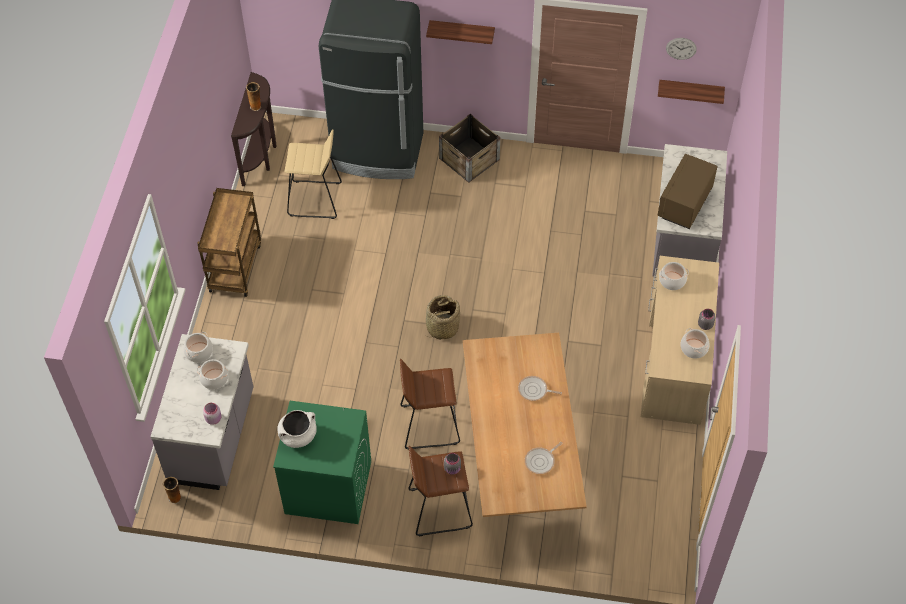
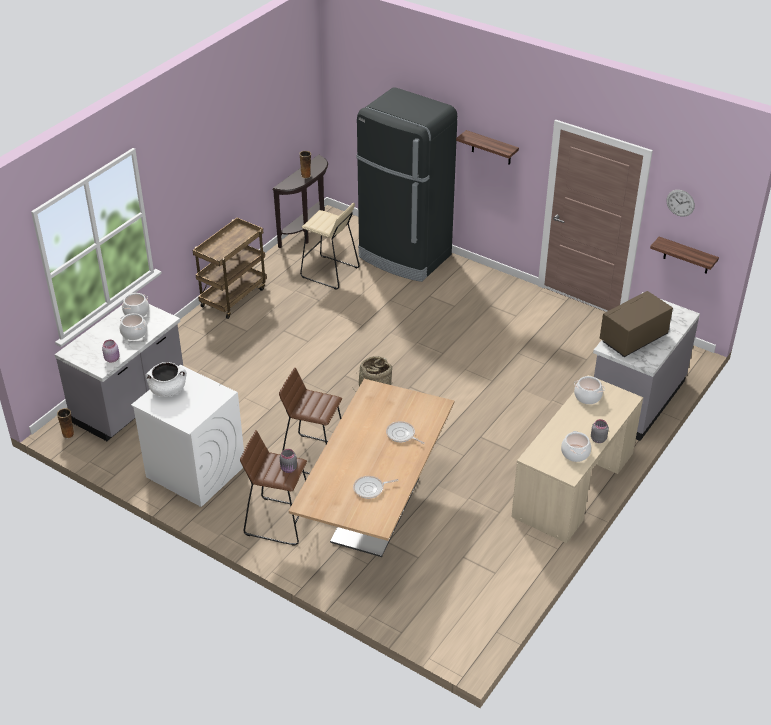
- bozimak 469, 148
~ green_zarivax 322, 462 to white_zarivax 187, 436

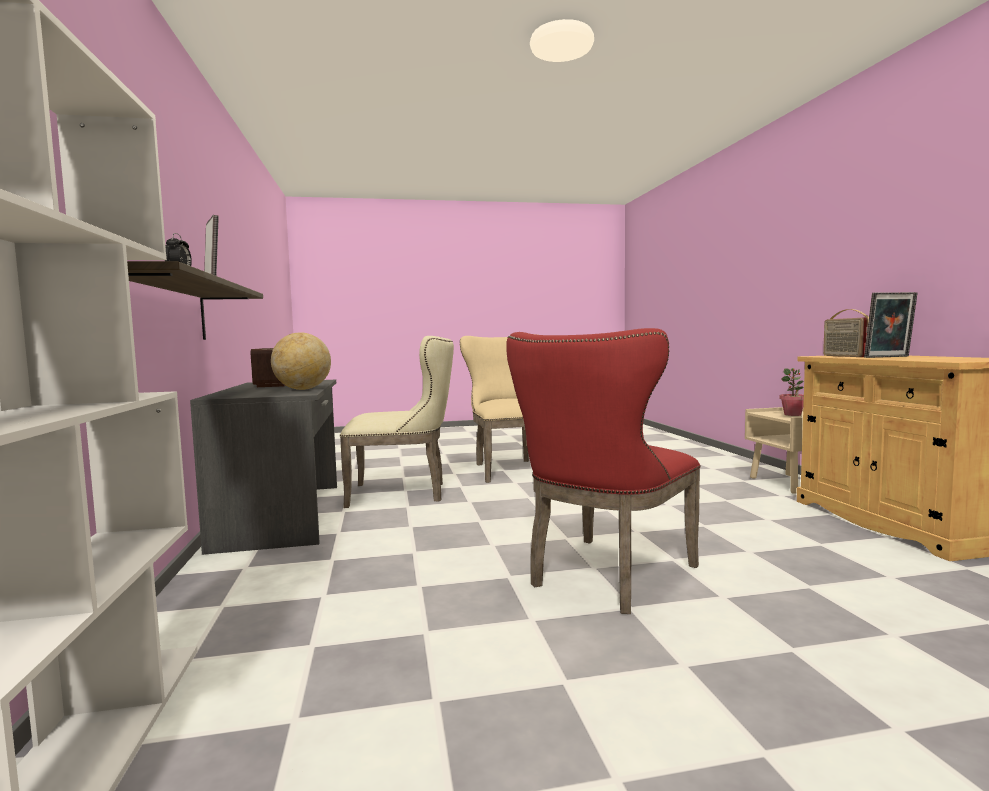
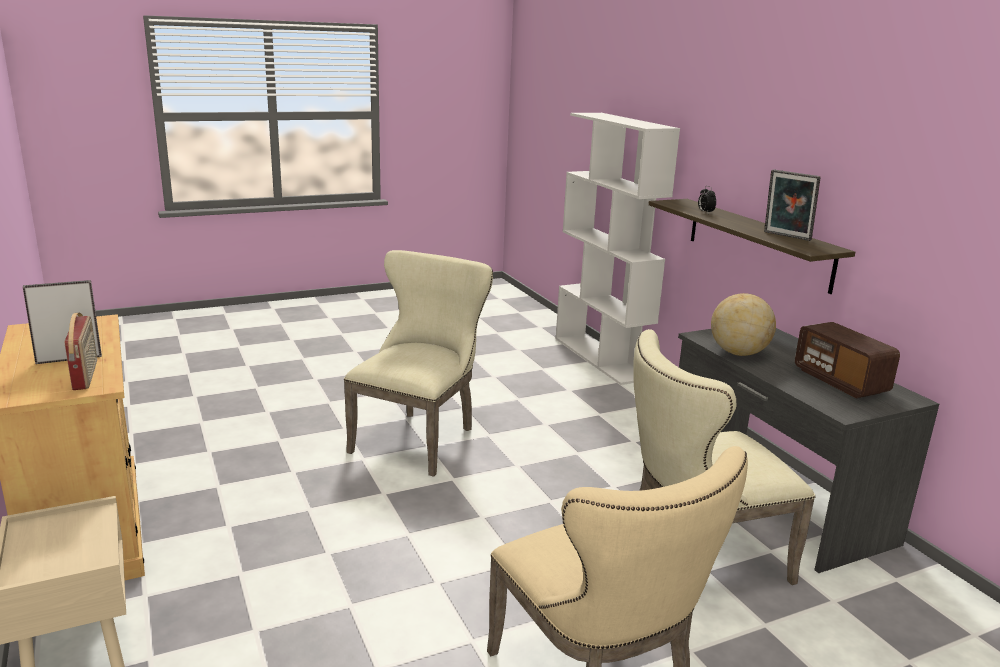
- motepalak 791, 392
~ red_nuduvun 603, 471 to beige_nuduvun 418, 363

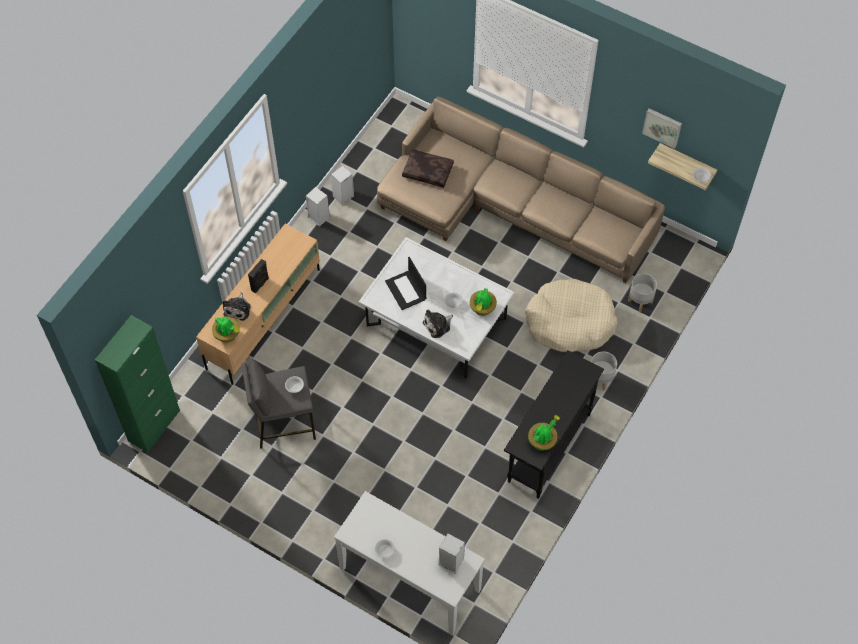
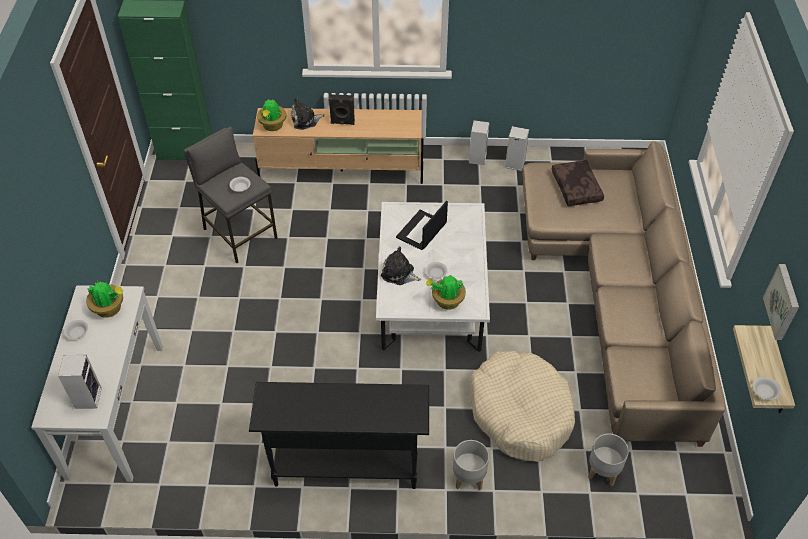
~ motepalak 544, 432 to 104, 299

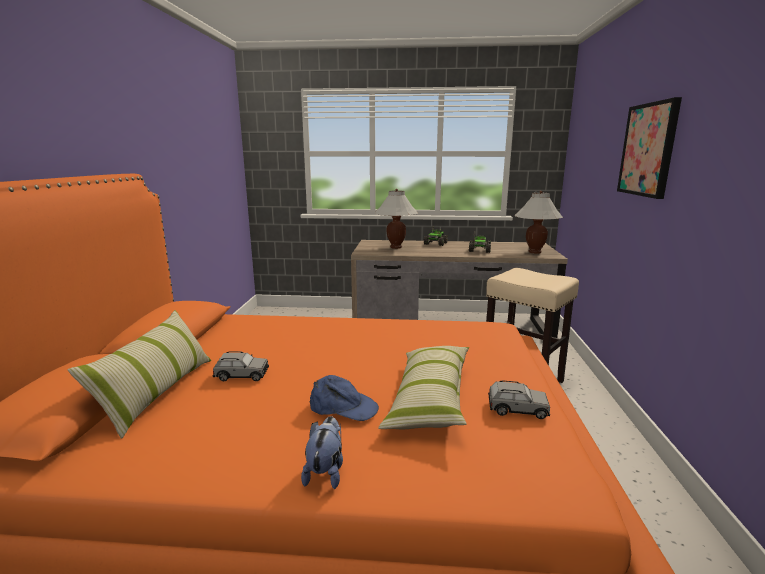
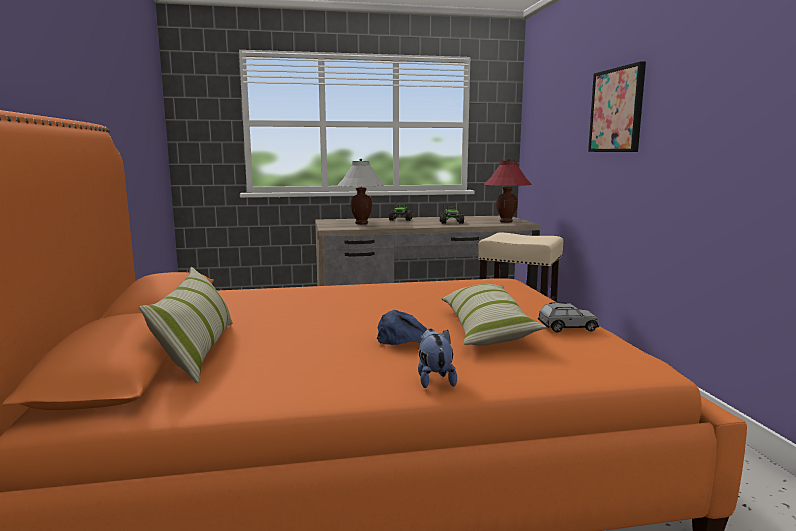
- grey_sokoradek 241, 366
~ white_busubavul 539, 222 to red_busubavul 508, 191

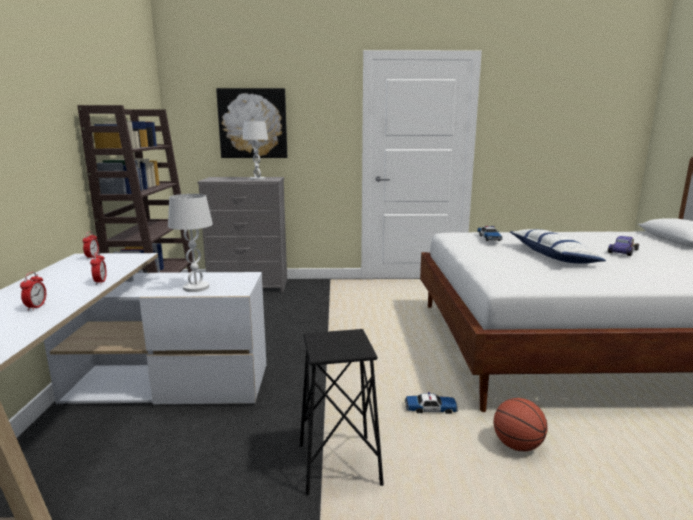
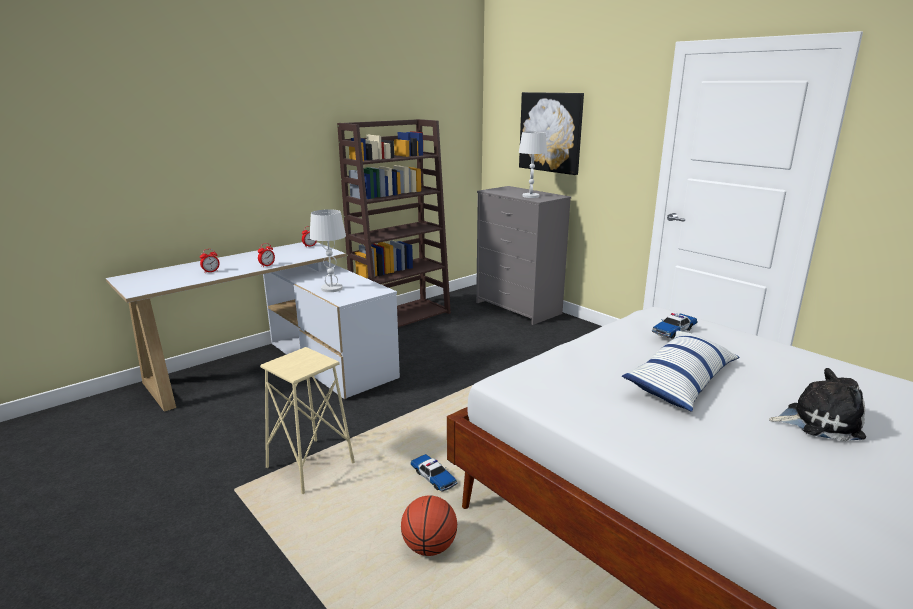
~ sokoradek 623, 246 to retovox 817, 404
~ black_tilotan 342, 412 to beige_tilotan 307, 420

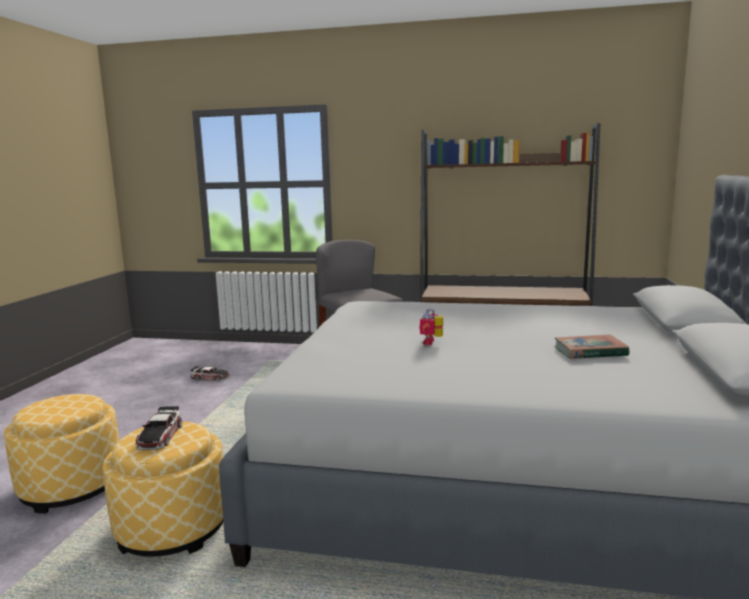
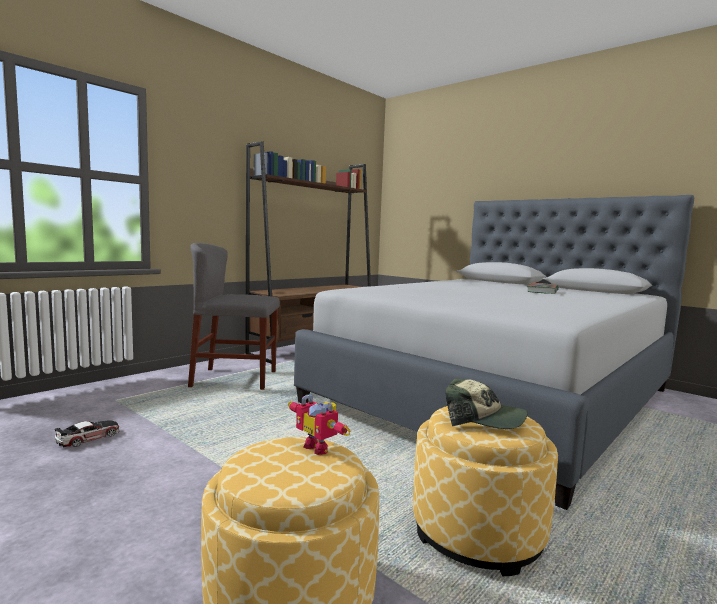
~ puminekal 431, 326 to 319, 424
~ sokoradek 159, 428 to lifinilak 486, 403

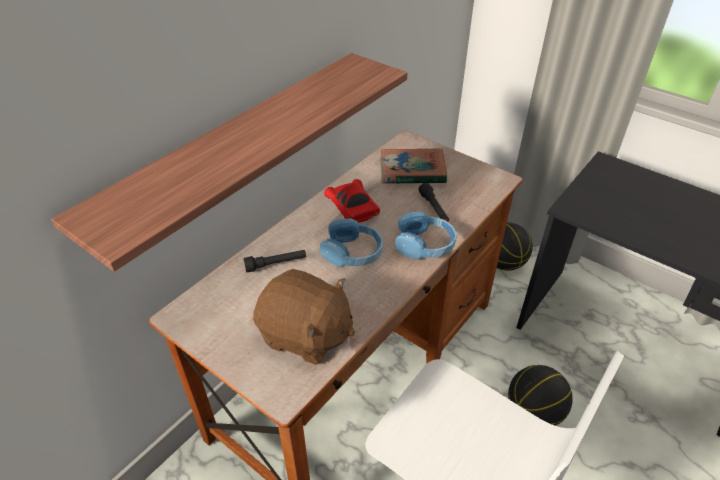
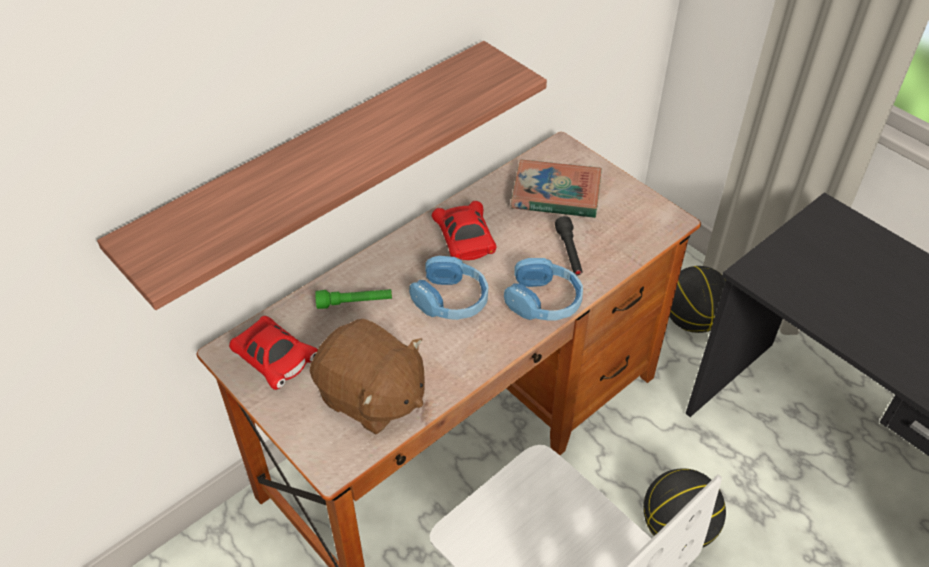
+ red_sokoradek 273, 353
~ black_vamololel 274, 261 to green_vamololel 353, 299

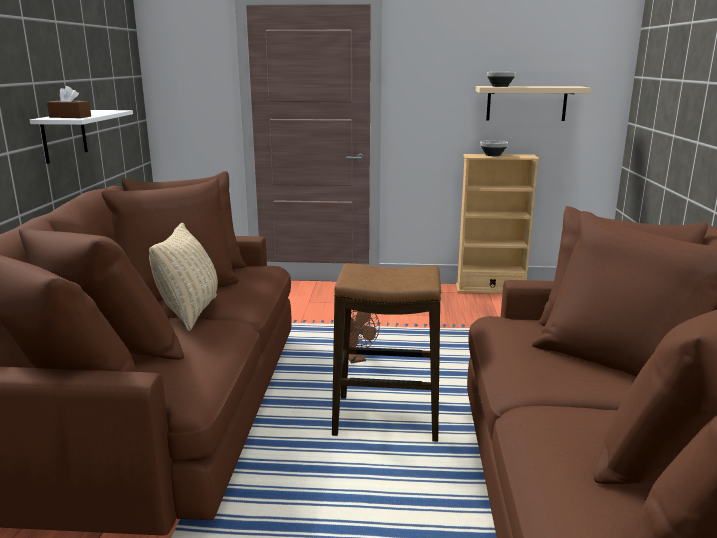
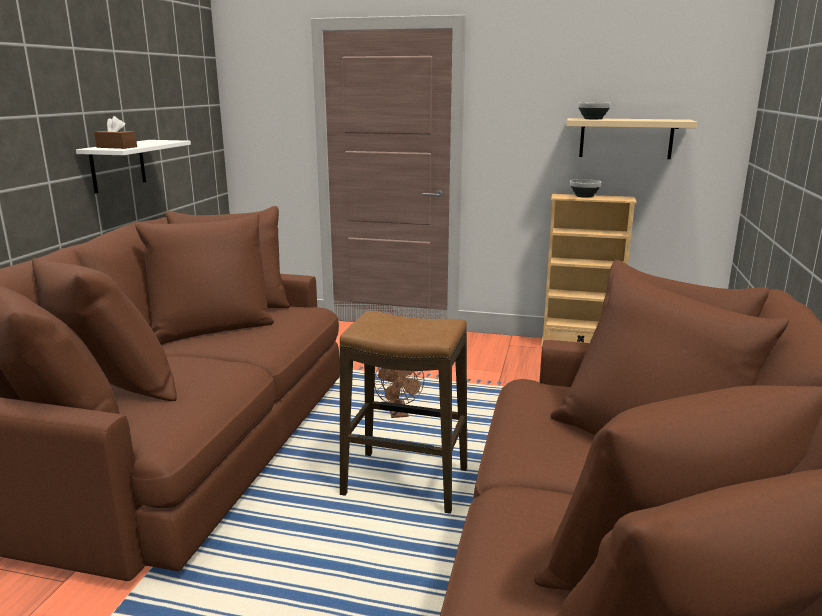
- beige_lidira 183, 277

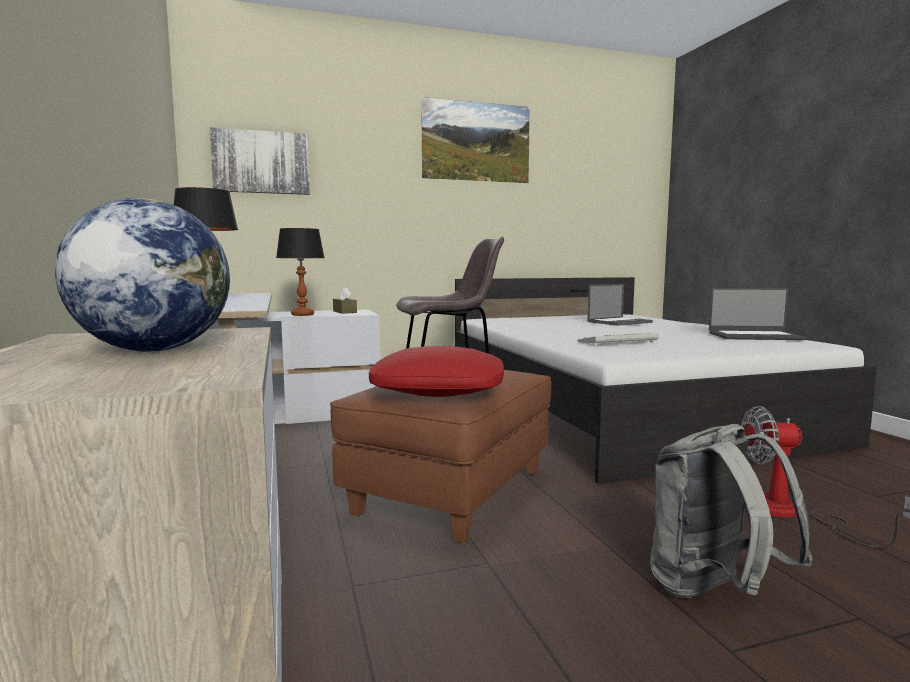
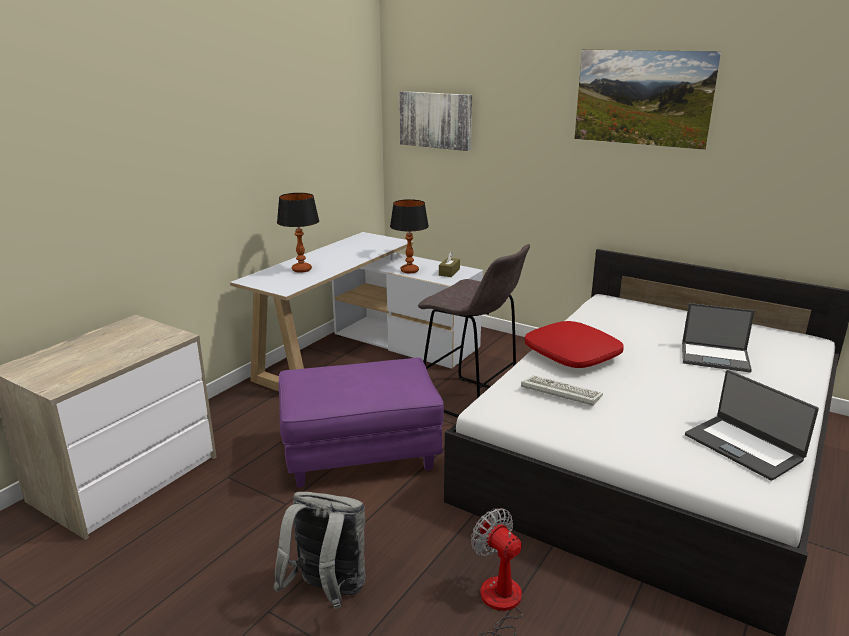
- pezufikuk 142, 275
~ red_lidira 436, 371 to 574, 344
~ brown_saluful 440, 456 to purple_saluful 361, 423

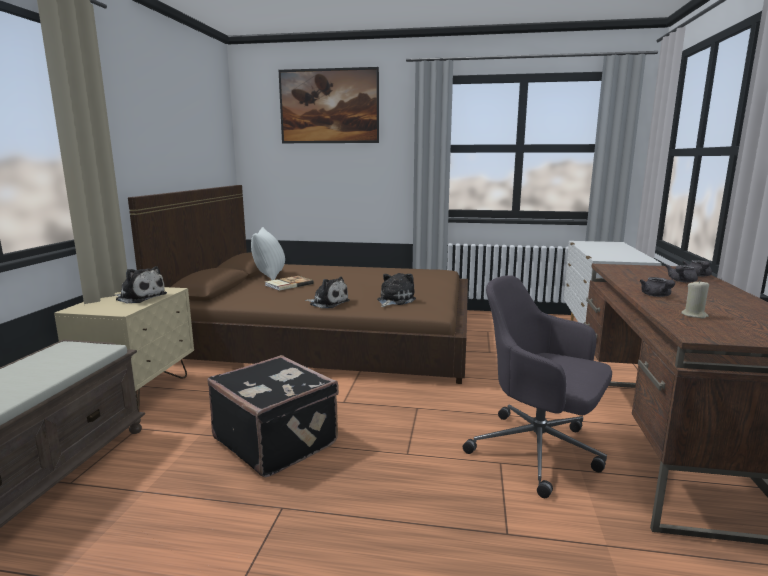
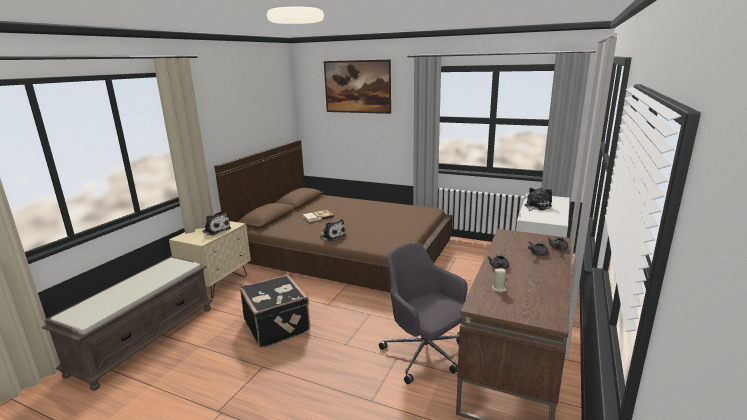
- white_lidira 268, 253
~ retovox 396, 290 to 538, 199

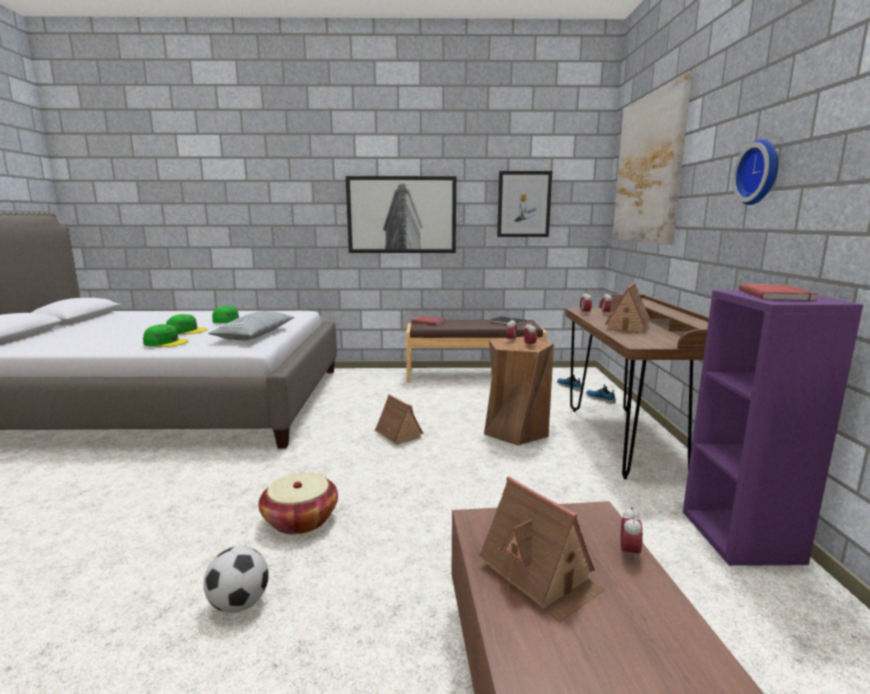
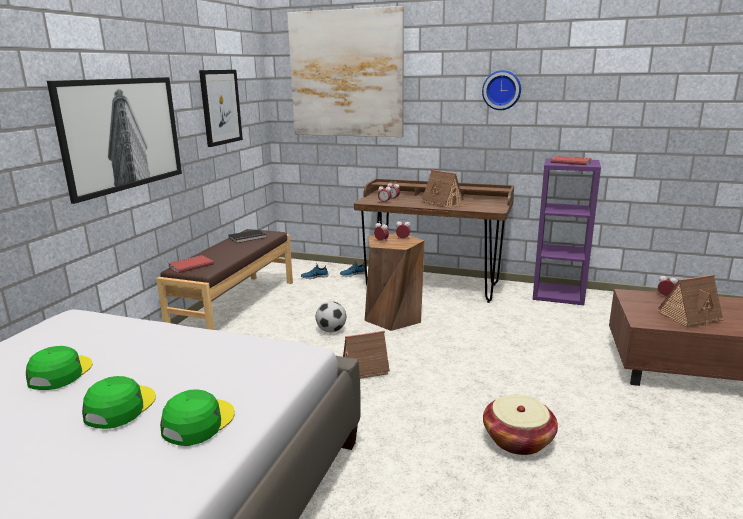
- lidira 251, 325
~ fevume 236, 579 to 331, 316

